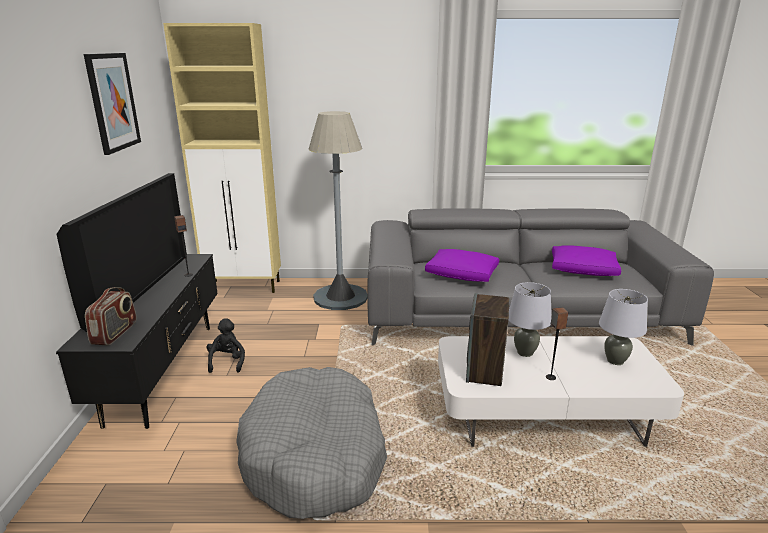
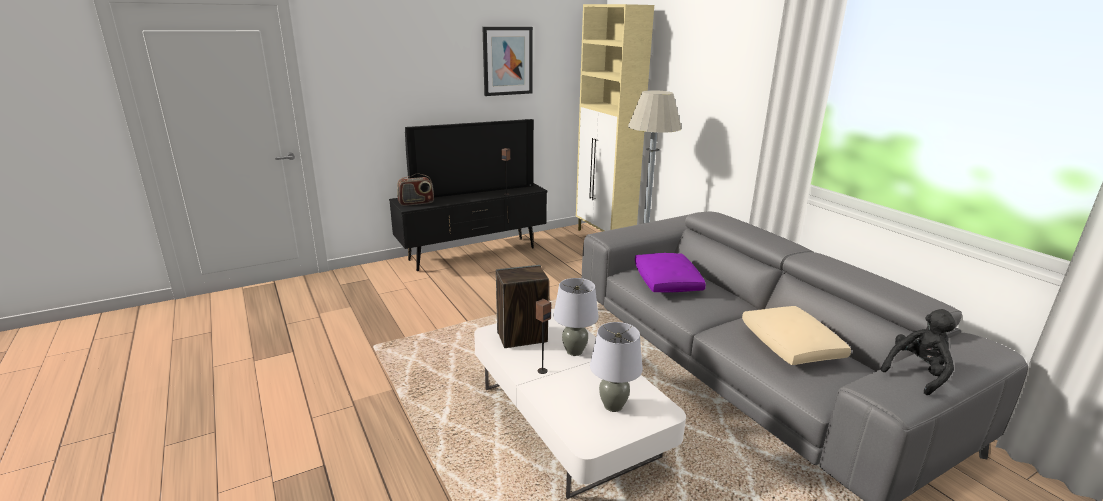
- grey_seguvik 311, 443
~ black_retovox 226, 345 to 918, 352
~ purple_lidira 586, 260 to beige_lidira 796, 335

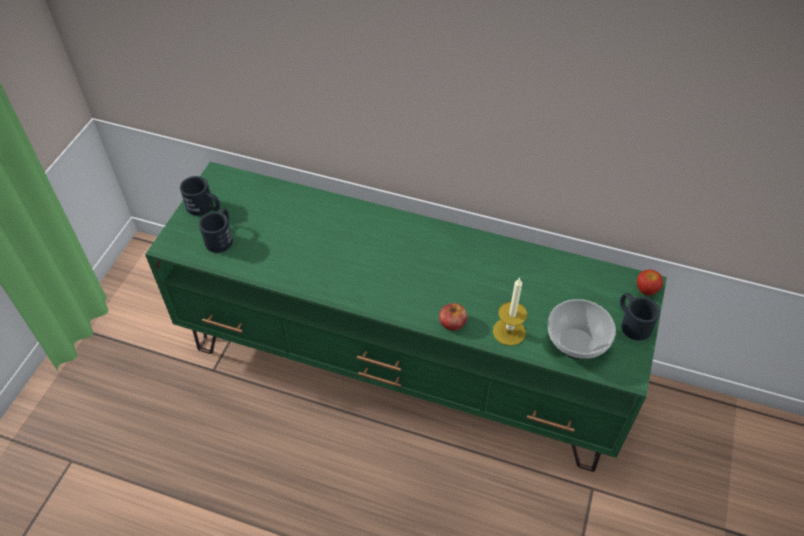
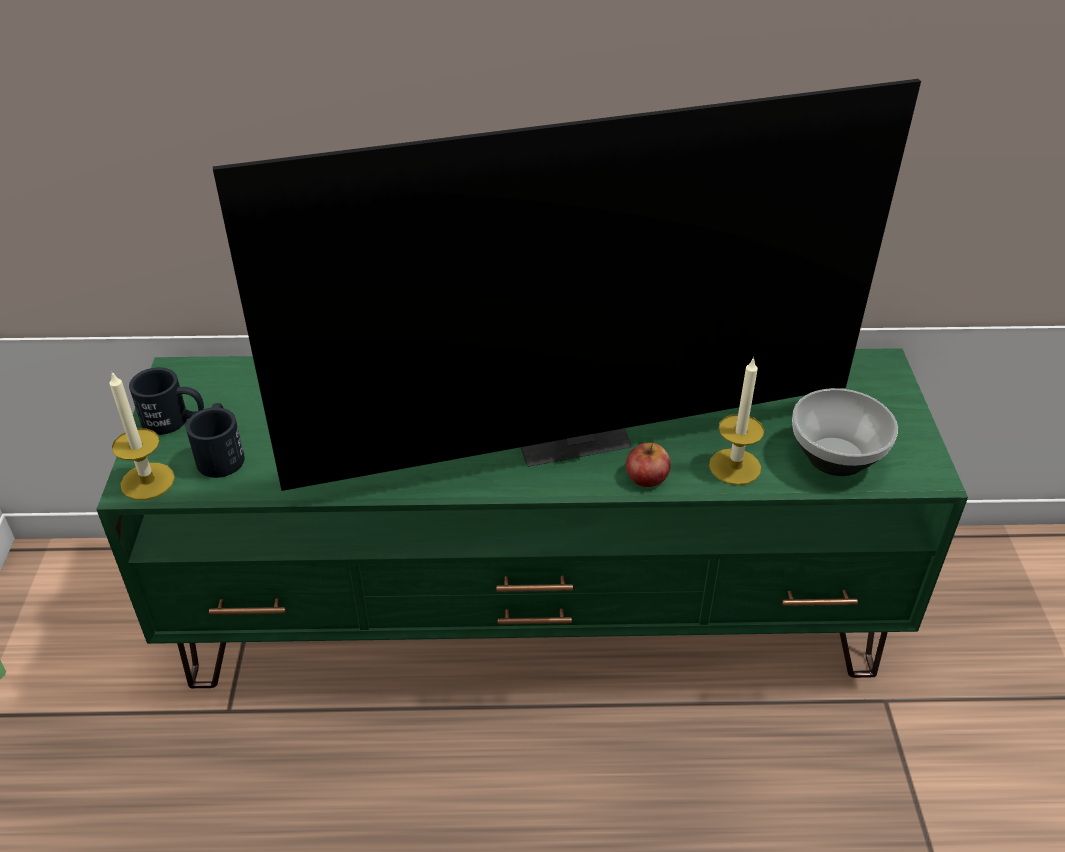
- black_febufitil 640, 317
- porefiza 650, 282
+ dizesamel 142, 436
+ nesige 567, 285

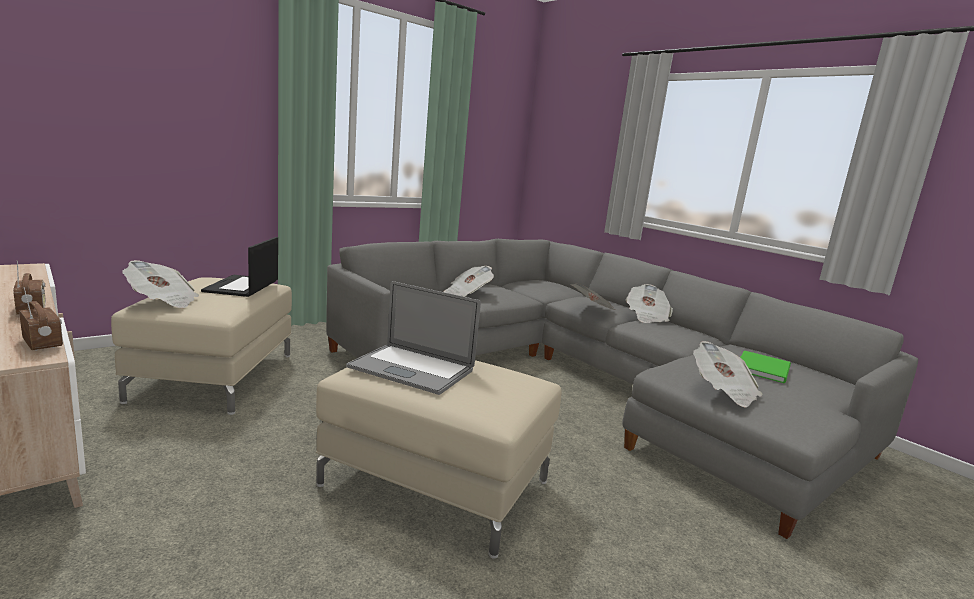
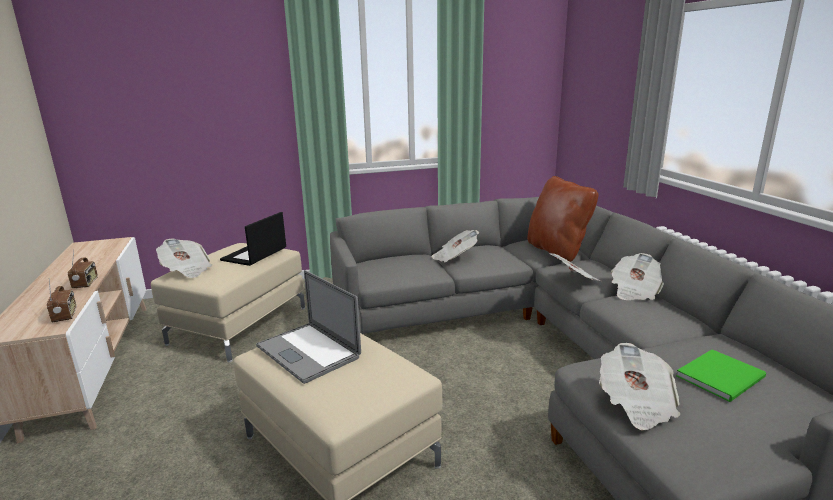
+ brown_lidira 562, 219

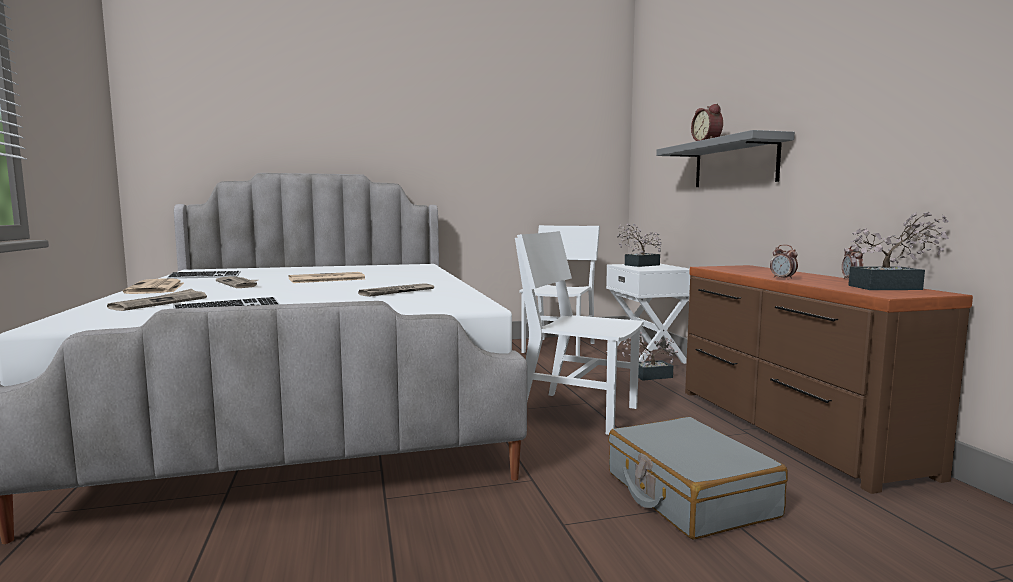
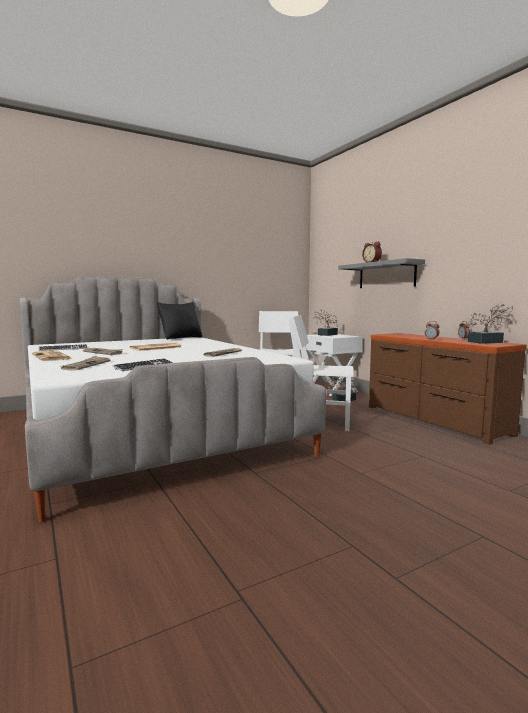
- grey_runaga 698, 478
+ black_lidira 180, 321

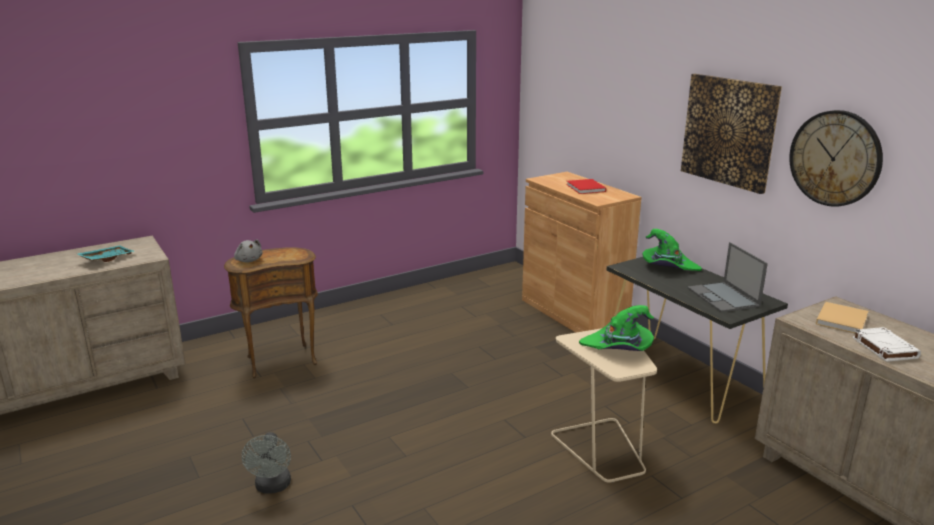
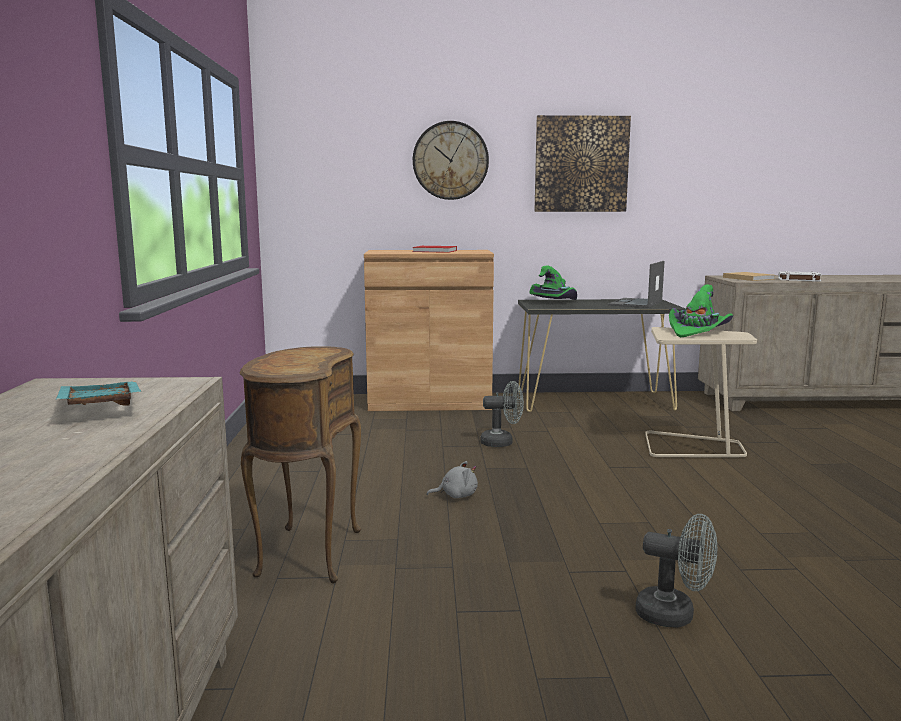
+ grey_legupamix 502, 414
~ grey_retovox 248, 251 to 452, 480
~ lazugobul 836, 158 to 451, 160
~ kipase 727, 277 = 636, 284 105 degrees clockwise

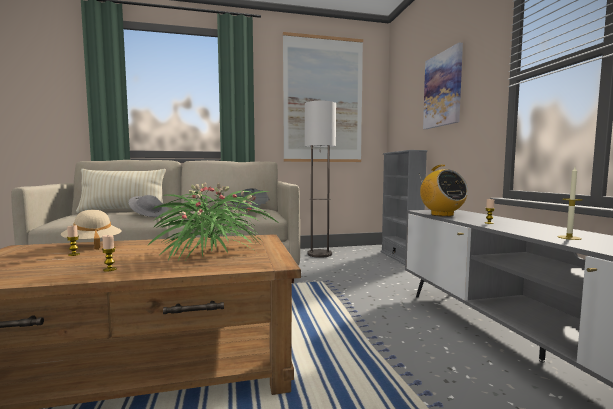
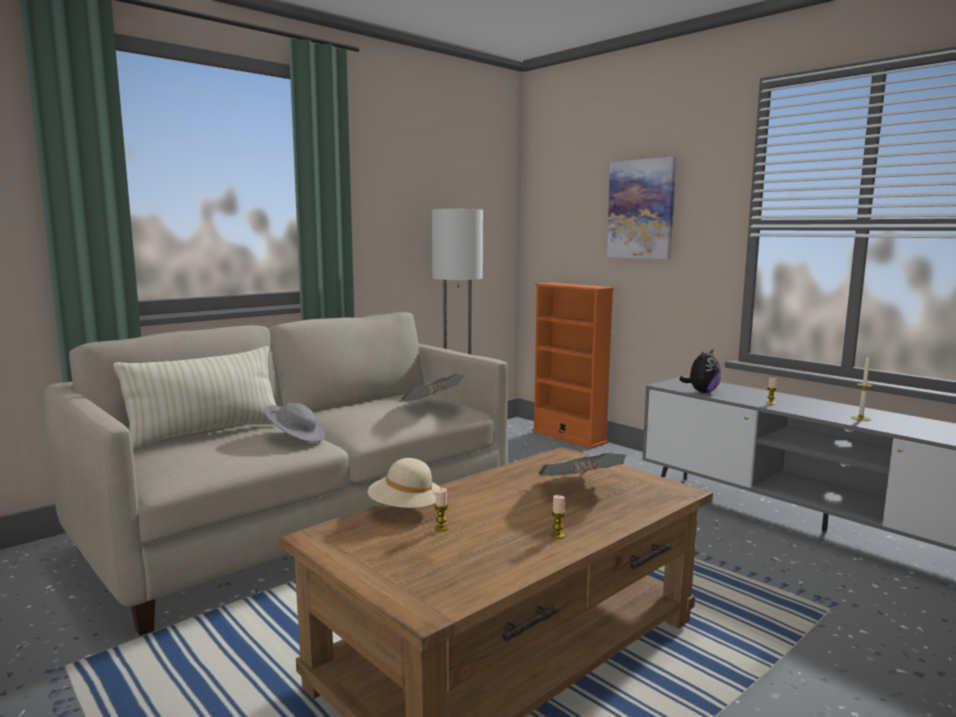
- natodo 323, 97
~ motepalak 212, 222 to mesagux 582, 464
~ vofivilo 443, 191 to retovox 700, 370
~ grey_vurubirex 404, 207 to orange_vurubirex 573, 365

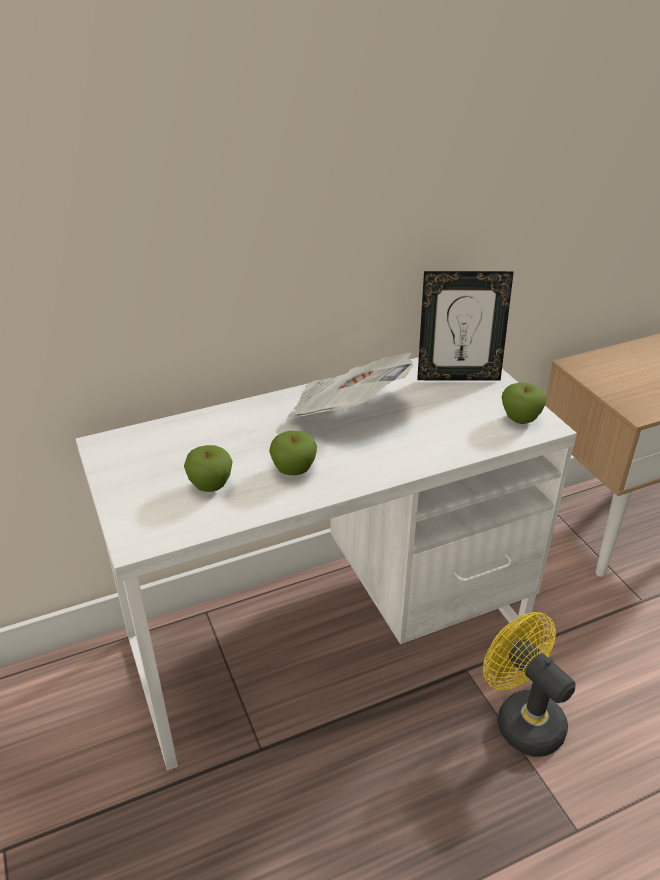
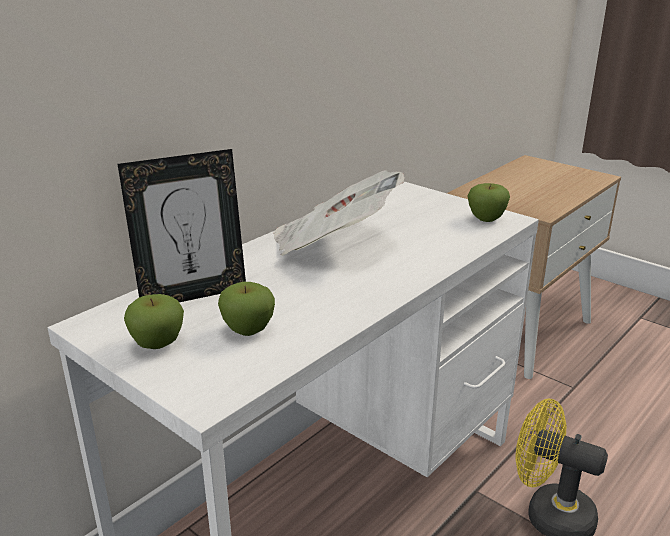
~ porefiza 293, 453 to 154, 321
~ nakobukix 465, 326 to 182, 225

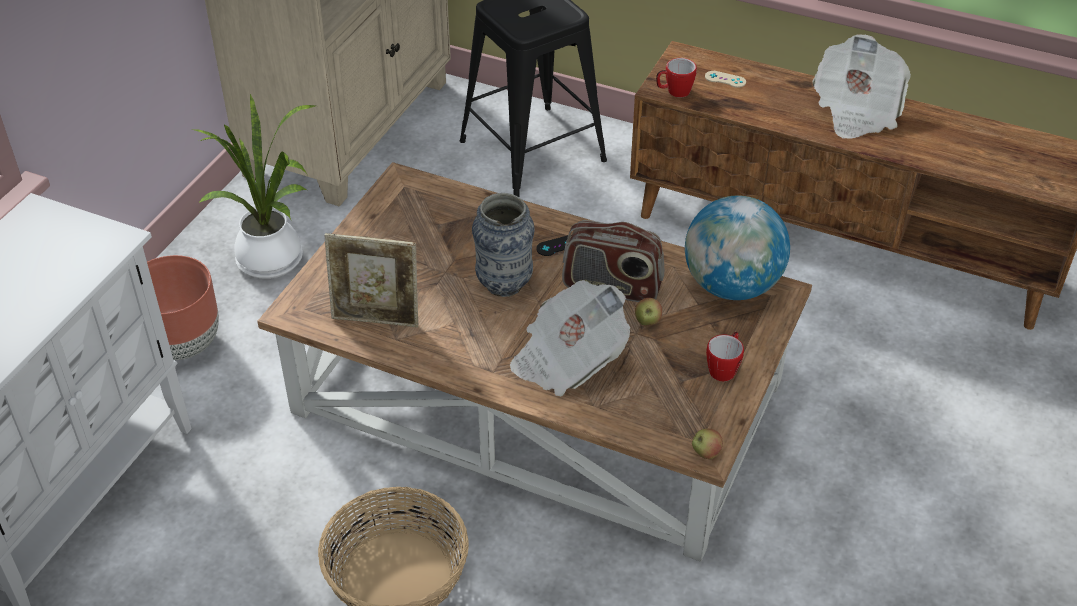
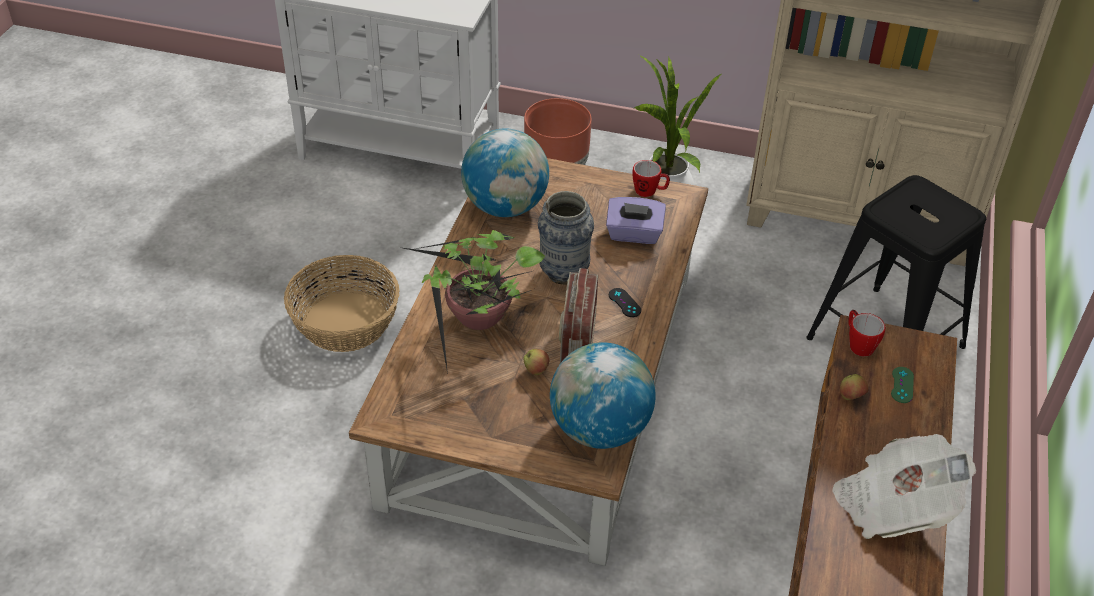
+ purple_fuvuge 636, 220
~ porefiza 707, 443 to 854, 387
~ febufitil 725, 356 to 651, 178
~ nakobukix 371, 280 to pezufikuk 505, 173
~ mesagux 570, 338 to motepalak 474, 302
~ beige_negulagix 725, 79 to green_negulagix 902, 385

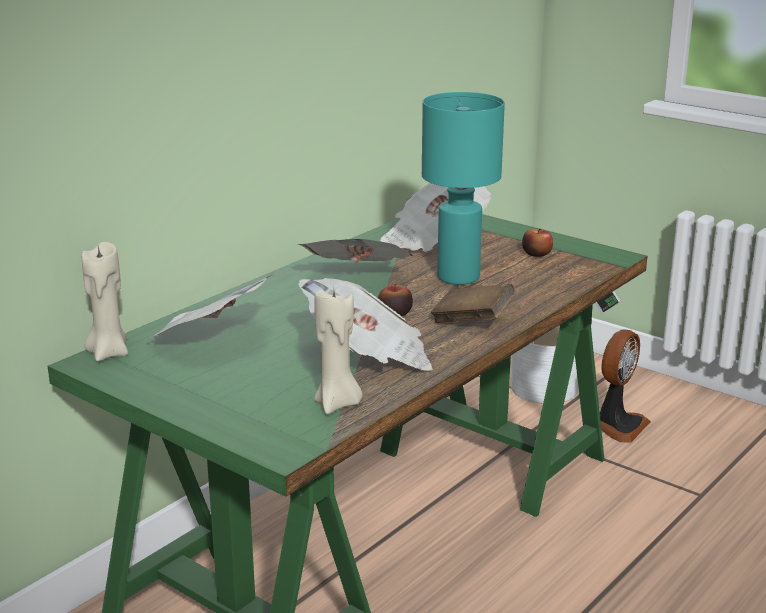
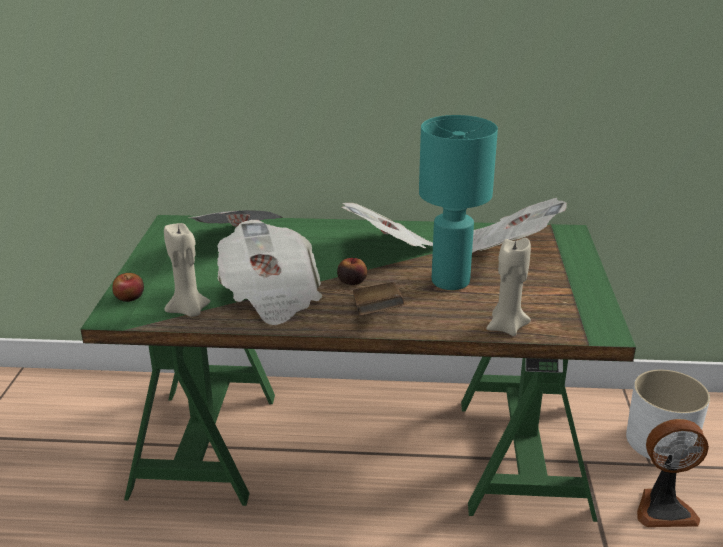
~ beige_dizesamel 105, 302 to 508, 287
~ porefiza 537, 243 to 128, 287

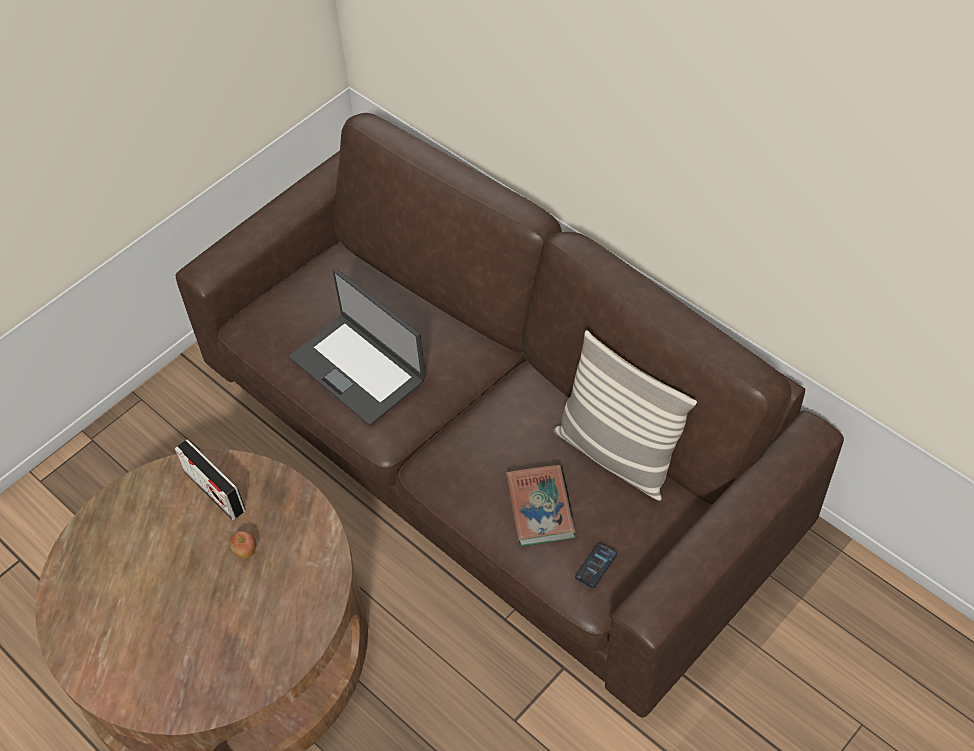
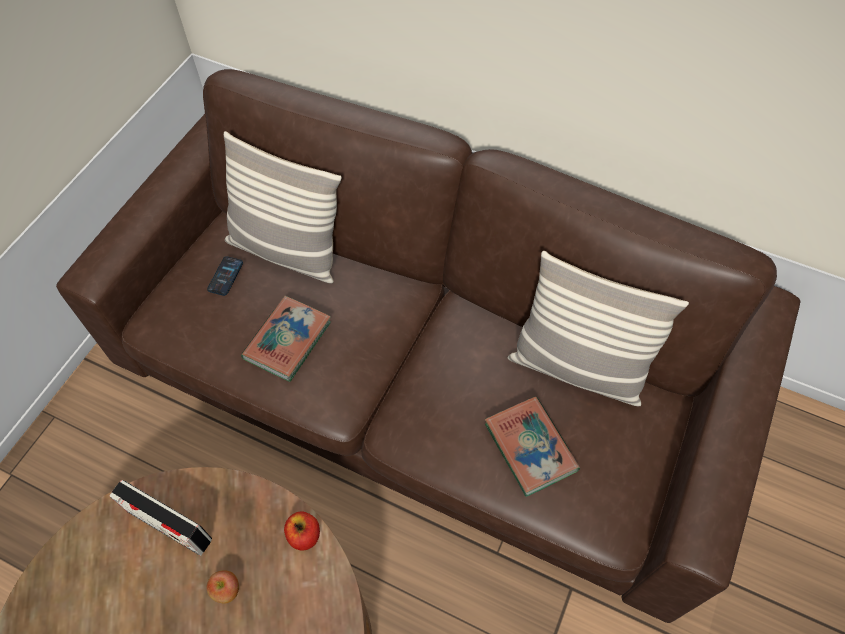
+ lidira 283, 207
+ porefiza 302, 531
~ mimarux 596, 565 to 225, 276
~ kipase 357, 347 to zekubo 286, 339

